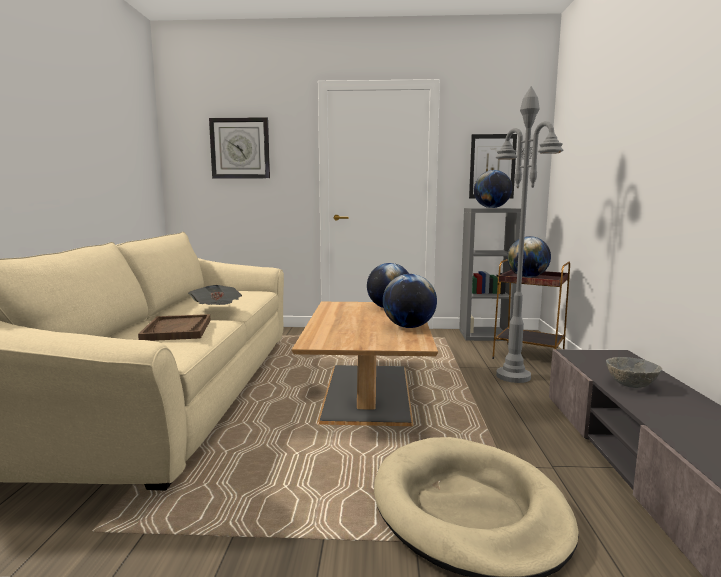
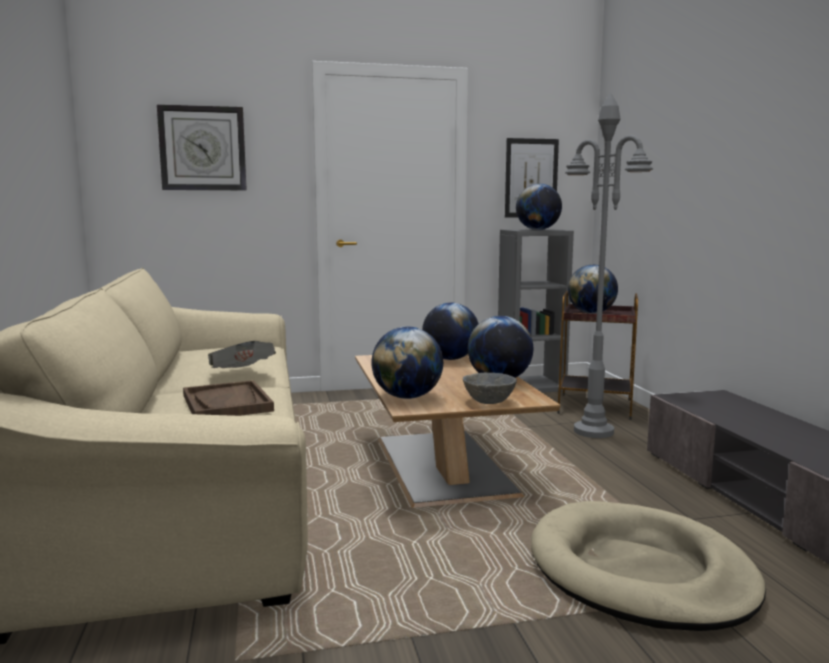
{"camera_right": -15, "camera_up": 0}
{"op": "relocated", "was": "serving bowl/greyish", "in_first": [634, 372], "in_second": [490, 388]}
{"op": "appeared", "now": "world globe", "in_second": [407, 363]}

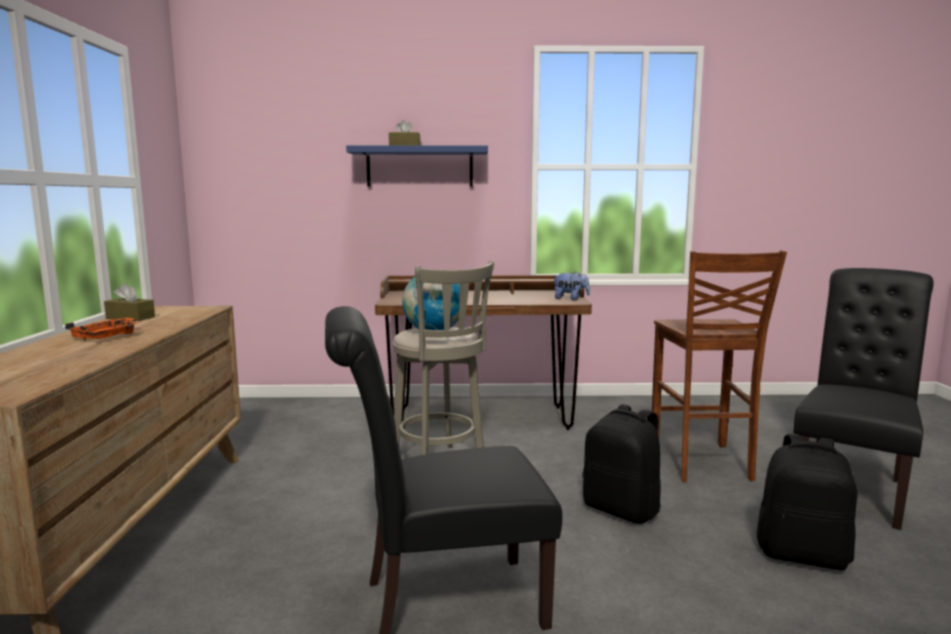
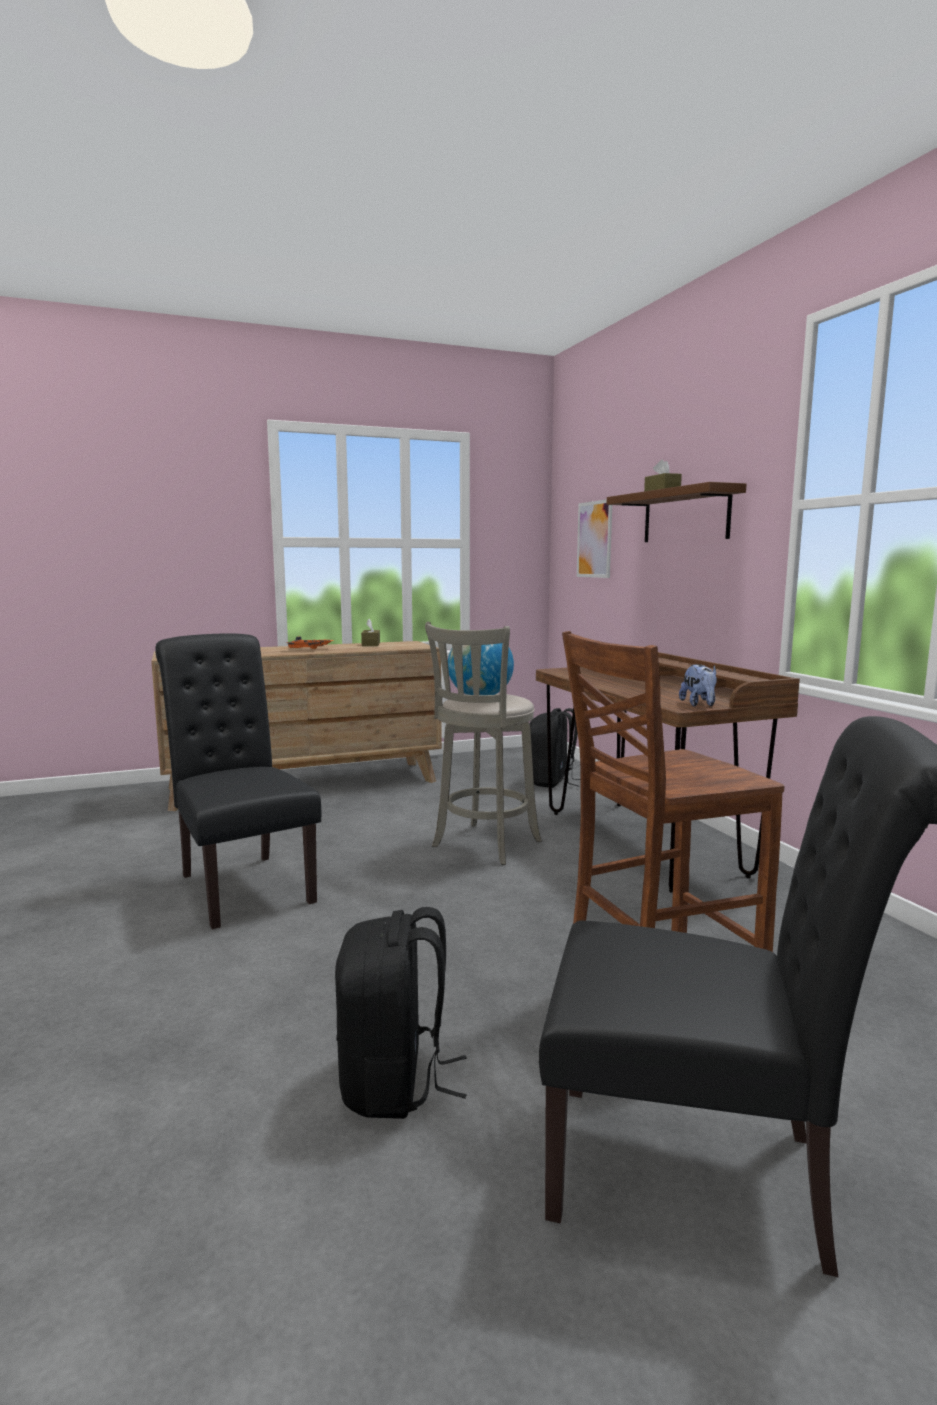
{"camera_right": 70, "camera_up": 0}
{"op": "colour", "was": "bracket shelf/bluish", "now": "bracket shelf/brown", "in_first": [417, 166], "in_second": [677, 512]}
{"op": "relocated", "was": "rucksack/black", "in_first": [622, 464], "in_second": [555, 748]}
{"op": "appeared", "now": "picture", "in_second": [594, 538]}

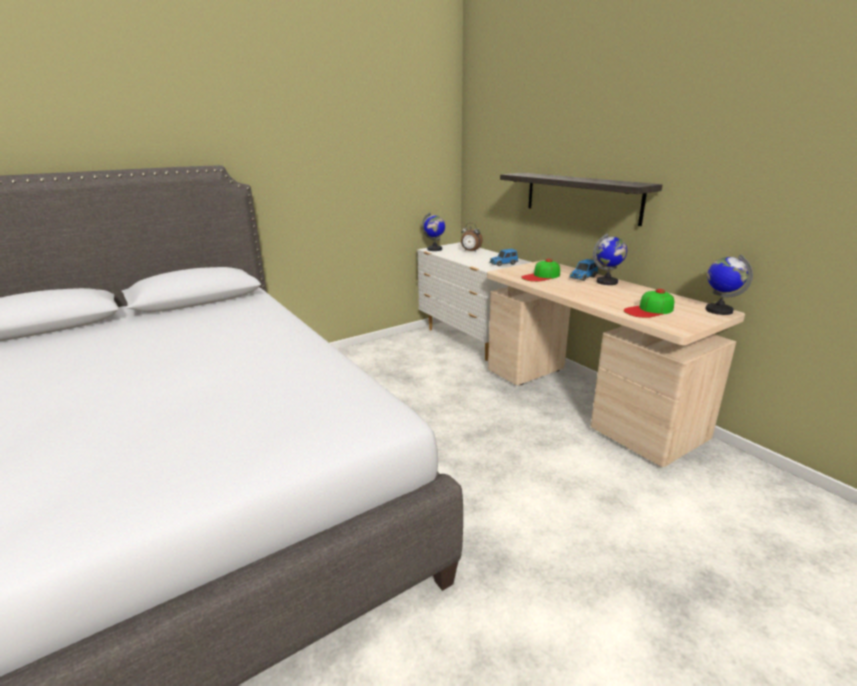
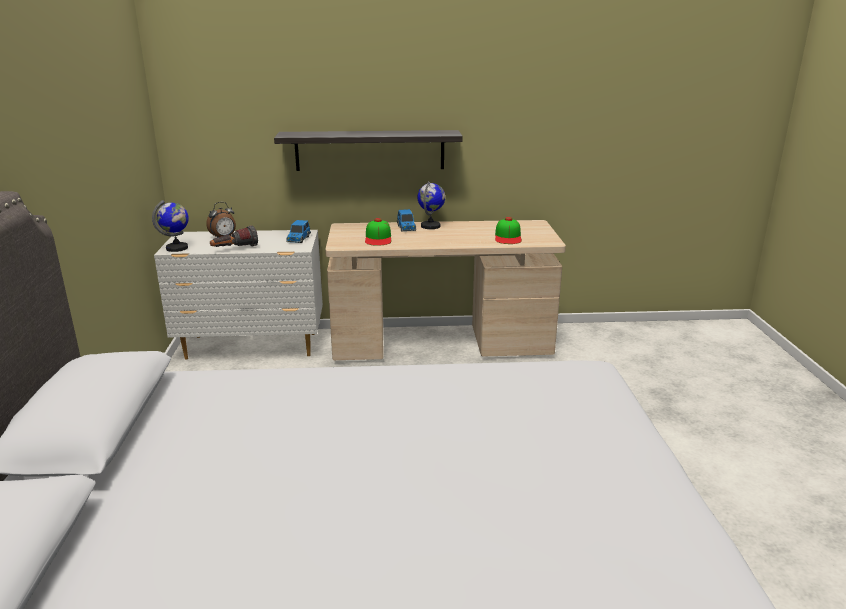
{"camera_right": -60, "camera_up": 0}
{"op": "missing", "was": "world globe", "in_first": [729, 285]}
{"op": "appeared", "now": "hand torch", "in_second": [234, 236]}

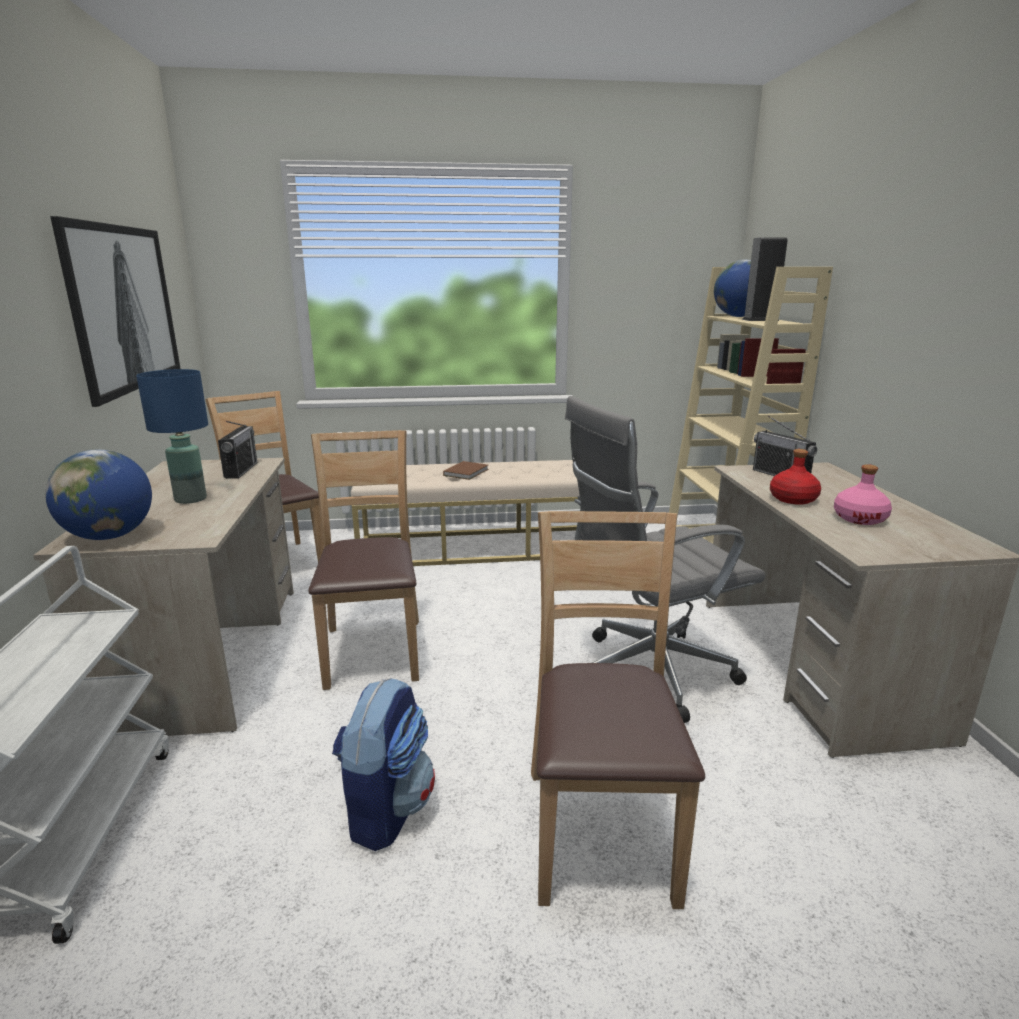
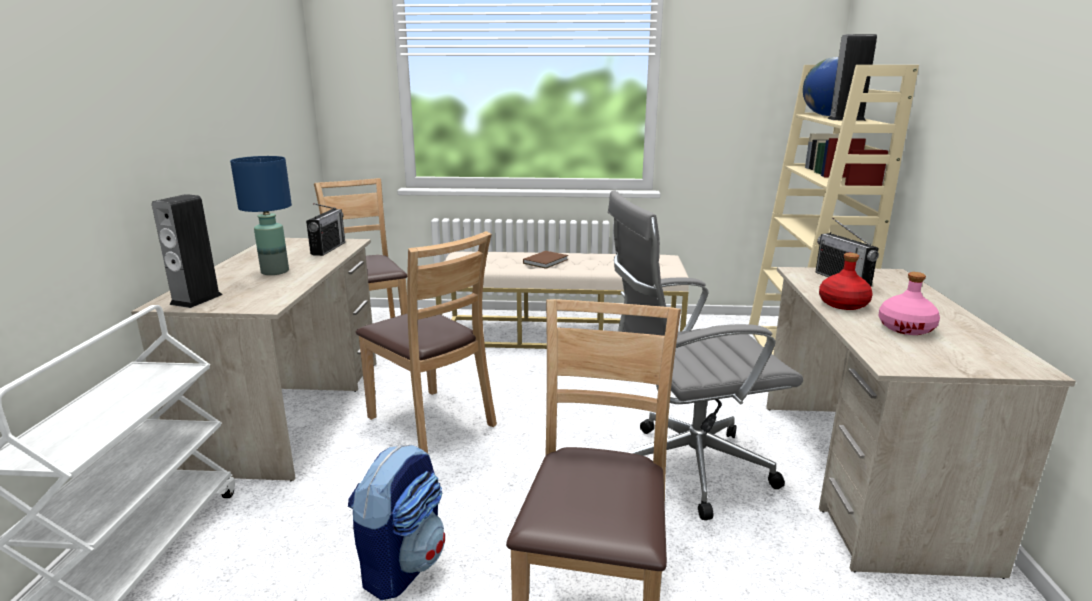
{"camera_right": 10, "camera_up": 0}
{"op": "exchanged", "was": "world globe", "now": "audio speaker", "in_first": [98, 495], "in_second": [187, 251]}
{"op": "missing", "was": "picture", "in_first": [115, 311]}
{"op": "spun", "was": "chair/brown", "in_first": [363, 560], "in_second": [426, 342], "clockwise": 135}

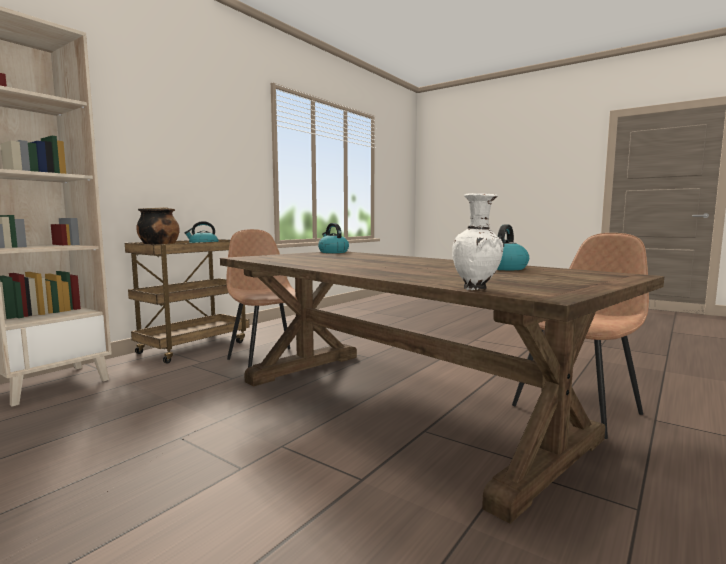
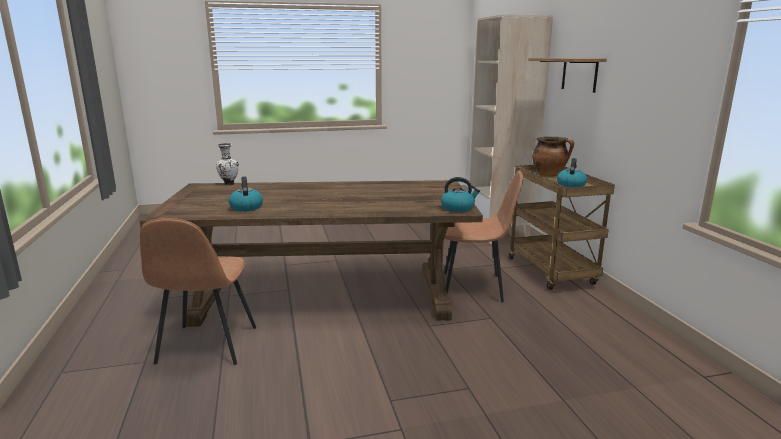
{"camera_right": 130, "camera_up": 10}
{"op": "appeared", "now": "bracket shelf", "in_second": [567, 75]}

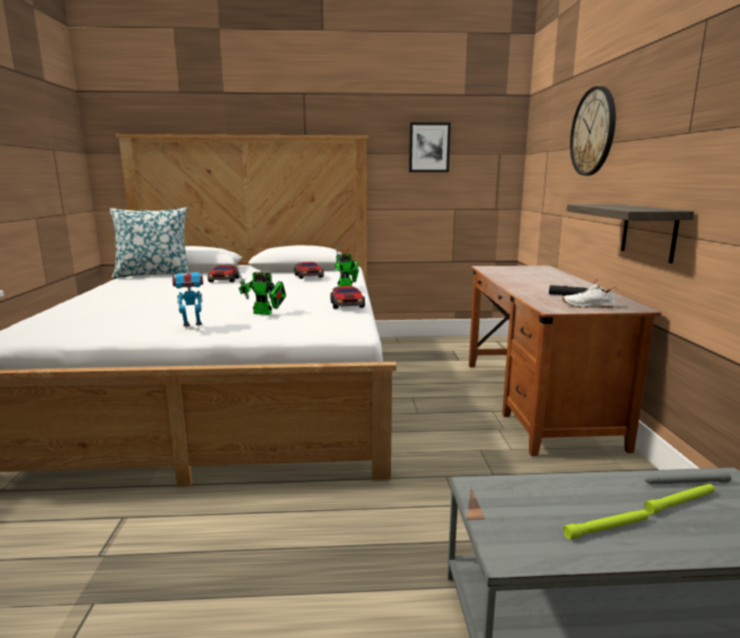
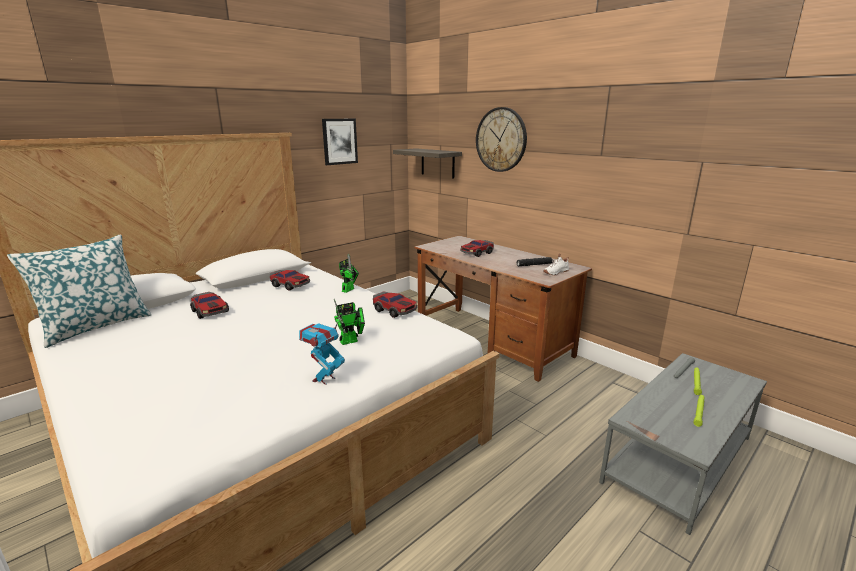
{"camera_right": -40, "camera_up": 5}
{"op": "relocated", "was": "bracket shelf", "in_first": [630, 234], "in_second": [427, 163]}
{"op": "appeared", "now": "miniature car", "in_second": [477, 248]}

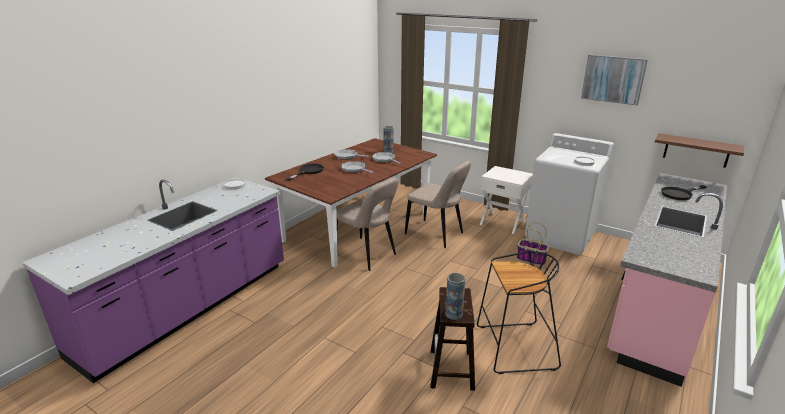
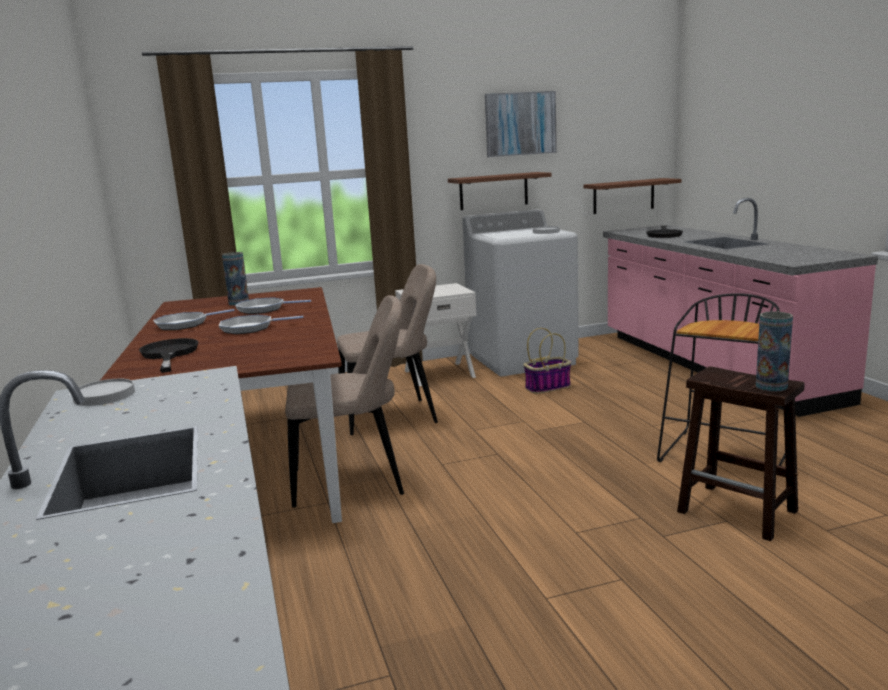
{"camera_right": -50, "camera_up": -10}
{"op": "appeared", "now": "bracket shelf/brown", "in_second": [499, 191]}

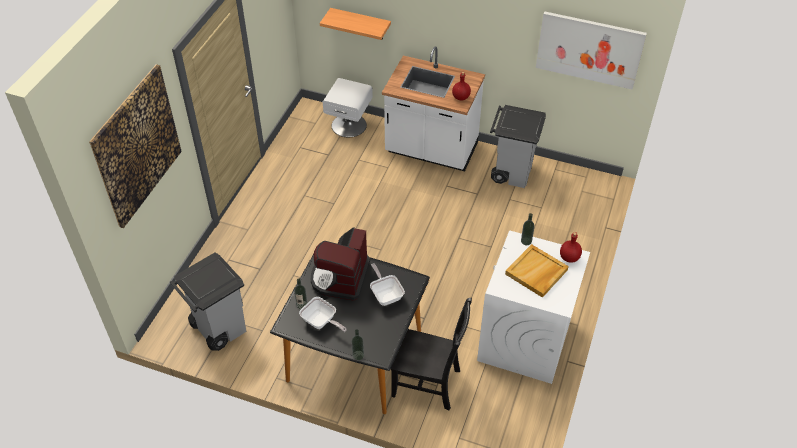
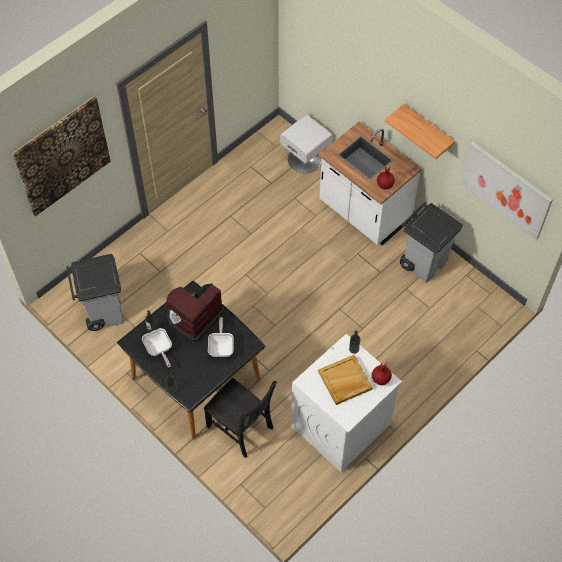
{"camera_right": 25, "camera_up": 10}
{"op": "relocated", "was": "bracket shelf", "in_first": [355, 24], "in_second": [420, 131]}

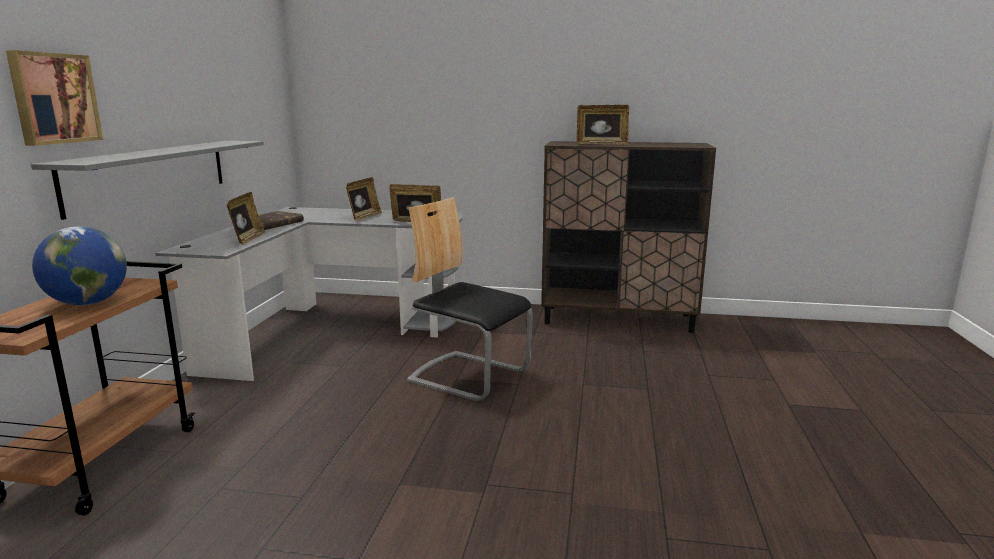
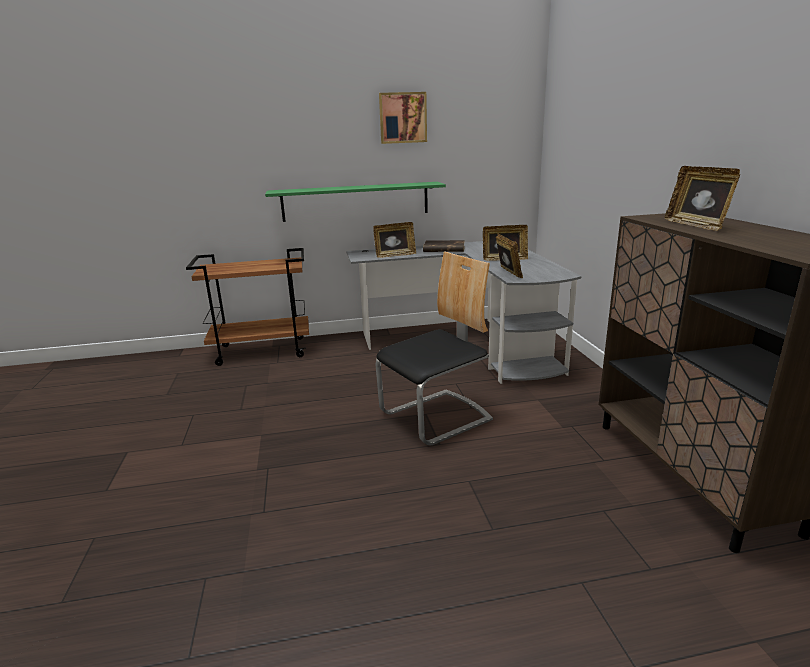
{"camera_right": 70, "camera_up": 5}
{"op": "relocated", "was": "picture", "in_first": [54, 98], "in_second": [403, 118]}
{"op": "colour", "was": "bracket shelf/greyish", "now": "bracket shelf/greenish", "in_first": [147, 180], "in_second": [355, 202]}
{"op": "missing", "was": "world globe", "in_first": [79, 265]}
{"op": "spun", "was": "chair", "in_first": [470, 299], "in_second": [434, 348], "clockwise": 45}

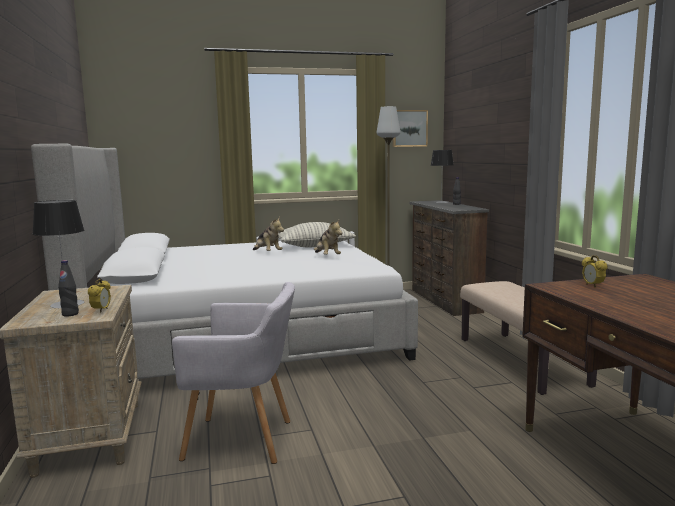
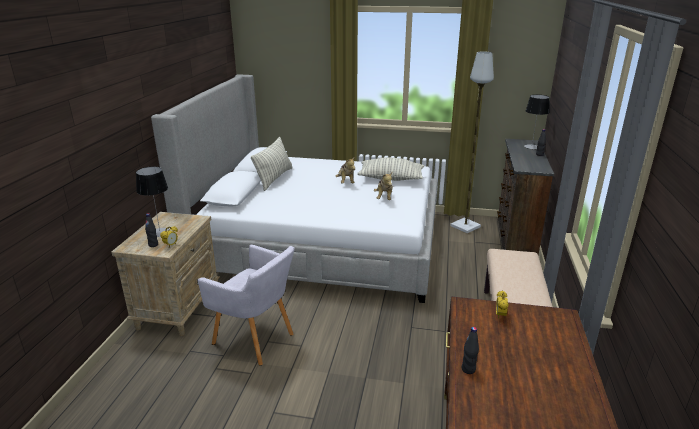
{"camera_right": 25, "camera_up": 15}
{"op": "missing", "was": "picture", "in_first": [410, 128]}
{"op": "appeared", "now": "cushion", "in_second": [271, 164]}
{"op": "appeared", "now": "bottle/black", "in_second": [470, 350]}

